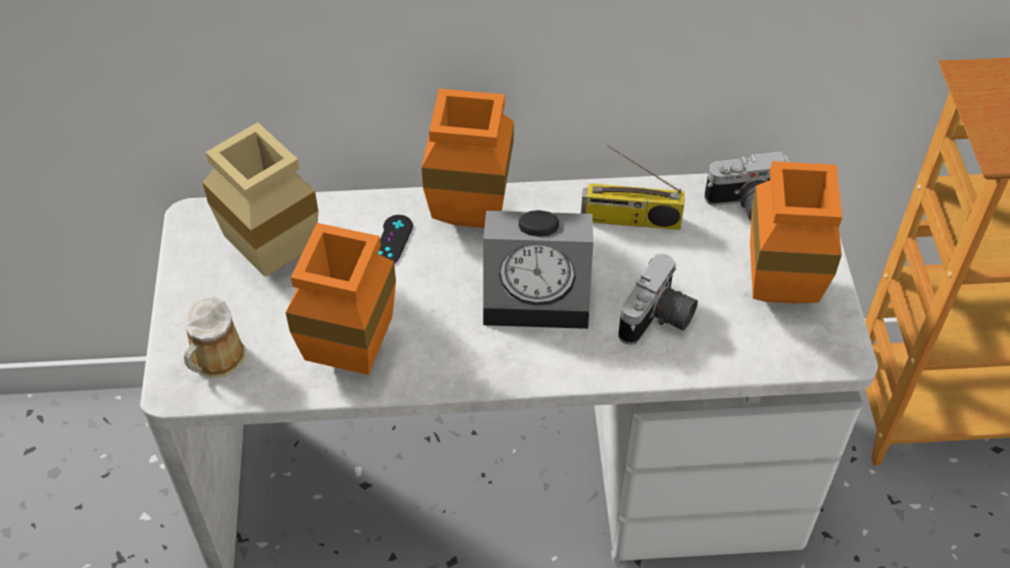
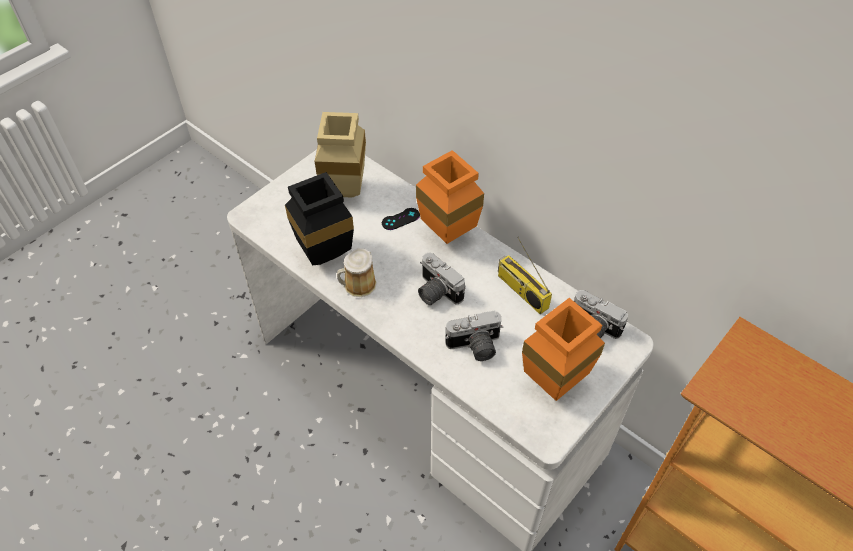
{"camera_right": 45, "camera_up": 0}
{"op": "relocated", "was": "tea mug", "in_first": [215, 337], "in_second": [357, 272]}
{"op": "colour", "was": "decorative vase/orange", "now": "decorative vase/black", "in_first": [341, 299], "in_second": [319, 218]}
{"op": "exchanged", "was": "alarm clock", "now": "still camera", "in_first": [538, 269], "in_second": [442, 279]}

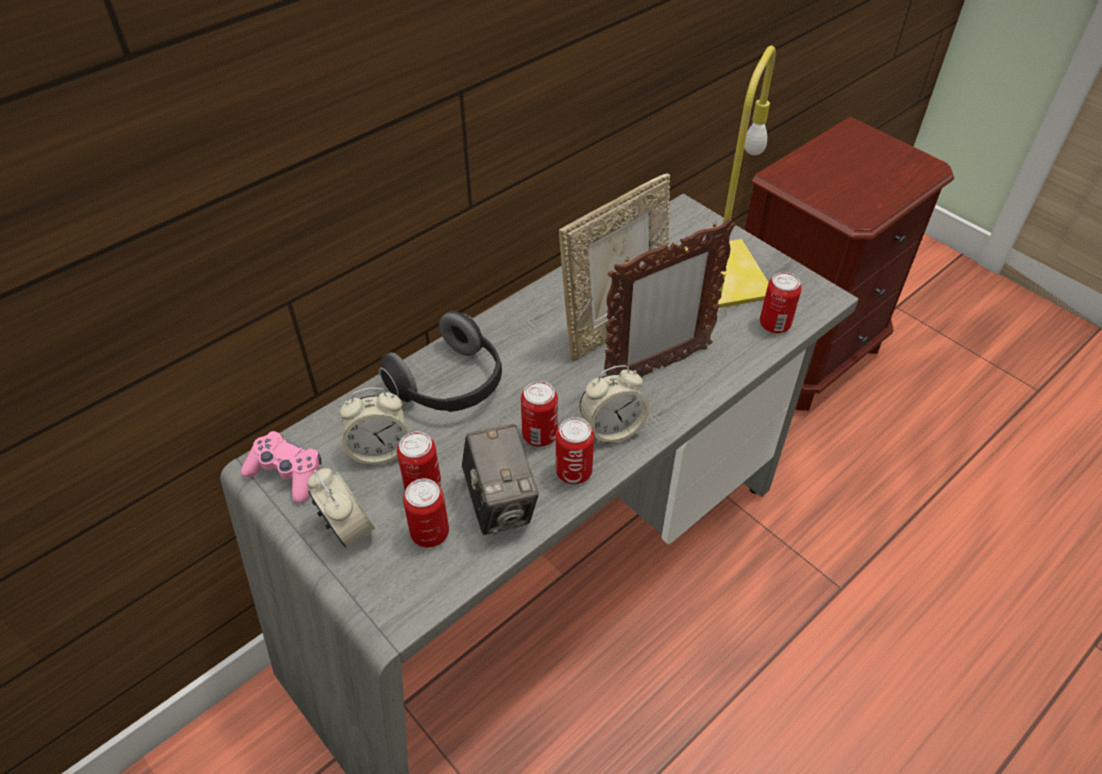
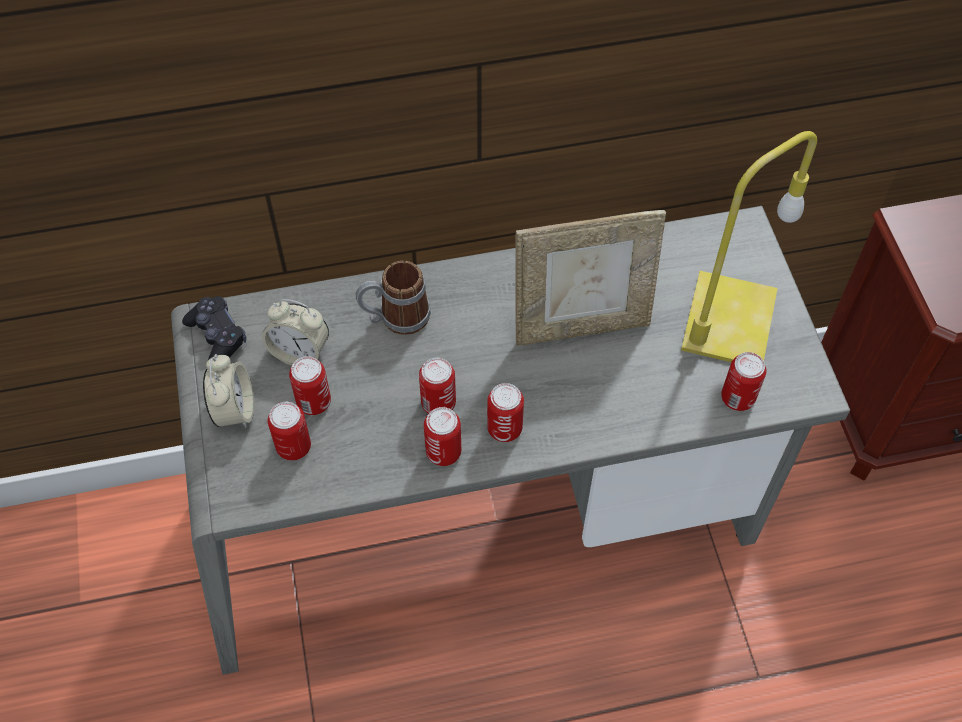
{"camera_right": 30, "camera_up": 10}
{"op": "colour", "was": "joypad/pink", "now": "joypad/black", "in_first": [281, 467], "in_second": [214, 328]}
{"op": "exchanged", "was": "headset", "now": "tea mug", "in_first": [440, 361], "in_second": [393, 298]}
{"op": "missing", "was": "still camera", "in_first": [500, 479]}
{"op": "exchanged", "was": "alarm clock", "now": "can", "in_first": [614, 404], "in_second": [505, 412]}
{"op": "missing", "was": "photo frame", "in_first": [670, 297]}

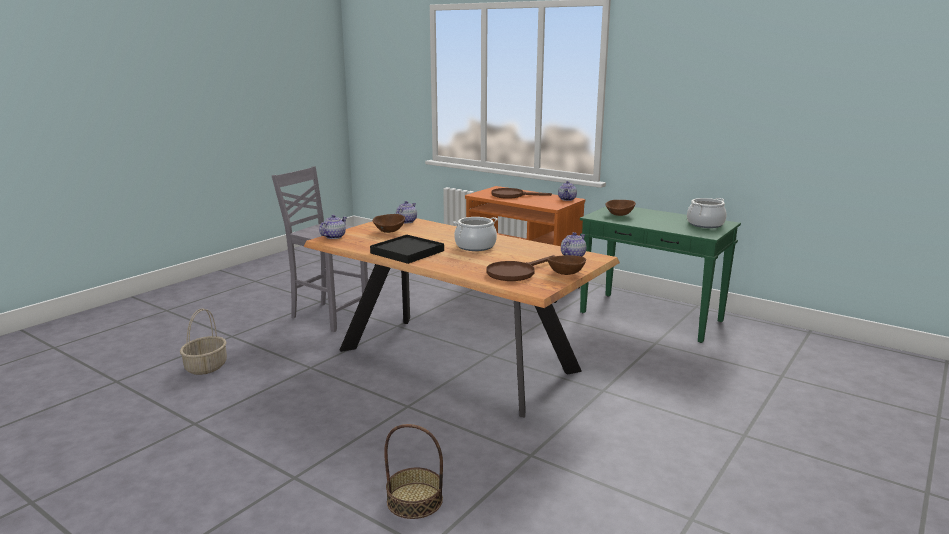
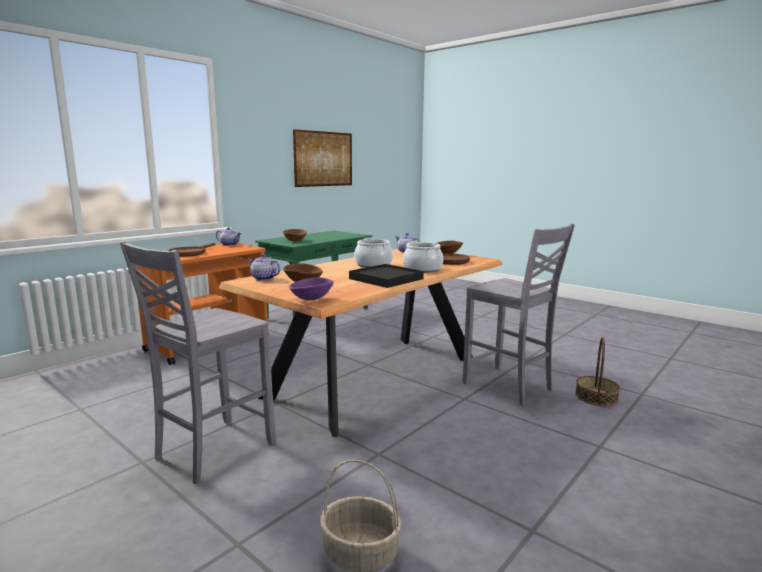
{"camera_right": -85, "camera_up": -5}
{"op": "exchanged", "was": "teapot", "now": "serving bowl/purplish", "in_first": [333, 227], "in_second": [311, 288]}
{"op": "relocated", "was": "saucepot", "in_first": [707, 213], "in_second": [423, 257]}
{"op": "appeared", "now": "picture", "in_second": [322, 158]}
{"op": "appeared", "now": "chair/greyish", "in_second": [519, 315]}

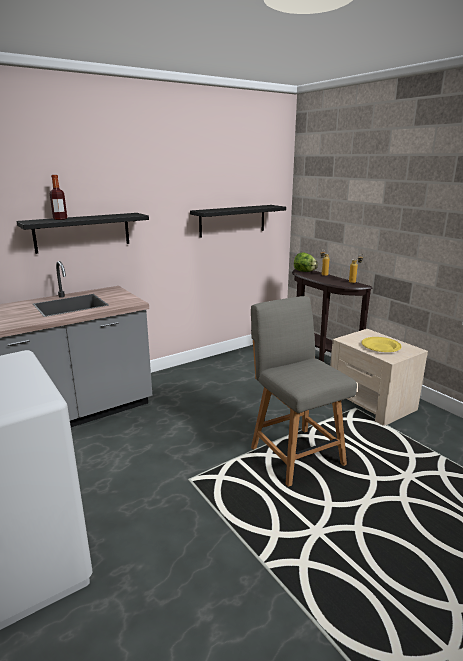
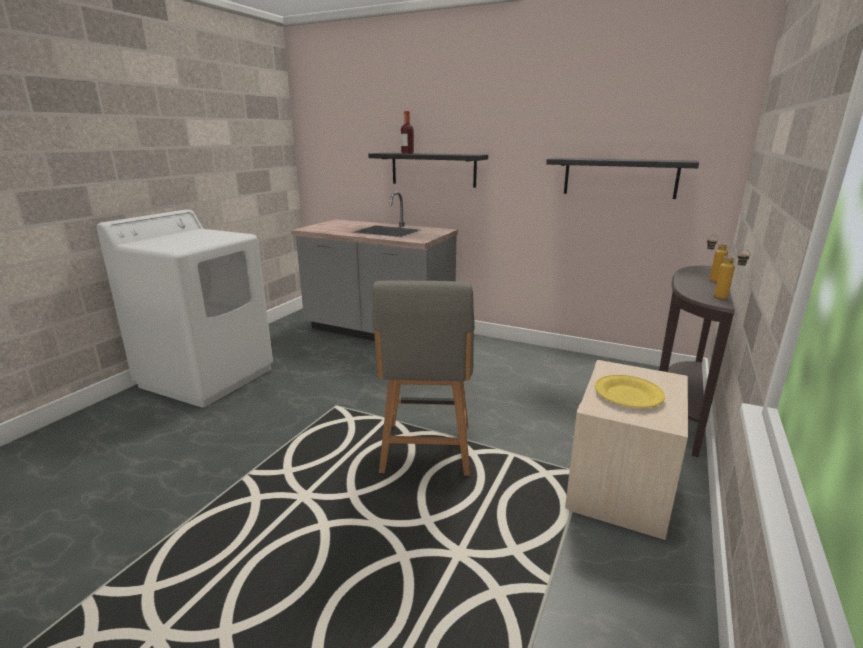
{"camera_right": 60, "camera_up": 0}
{"op": "spun", "was": "chair/greyish", "in_first": [304, 391], "in_second": [423, 378], "clockwise": 150}
{"op": "missing", "was": "lettuce", "in_first": [306, 262]}

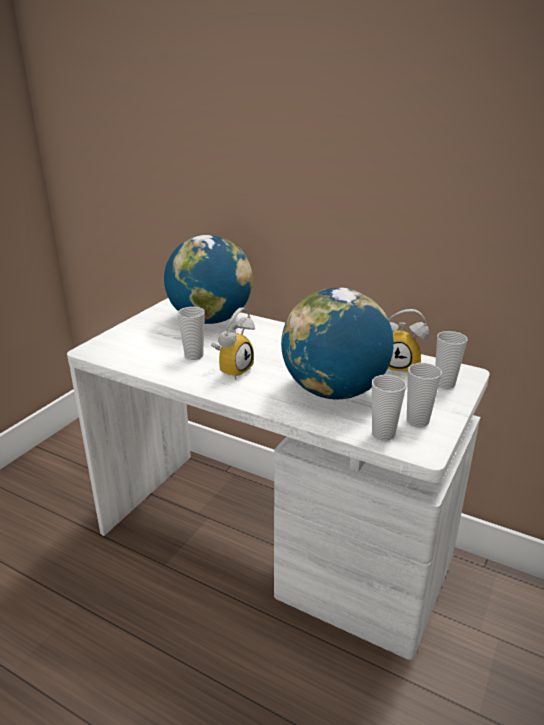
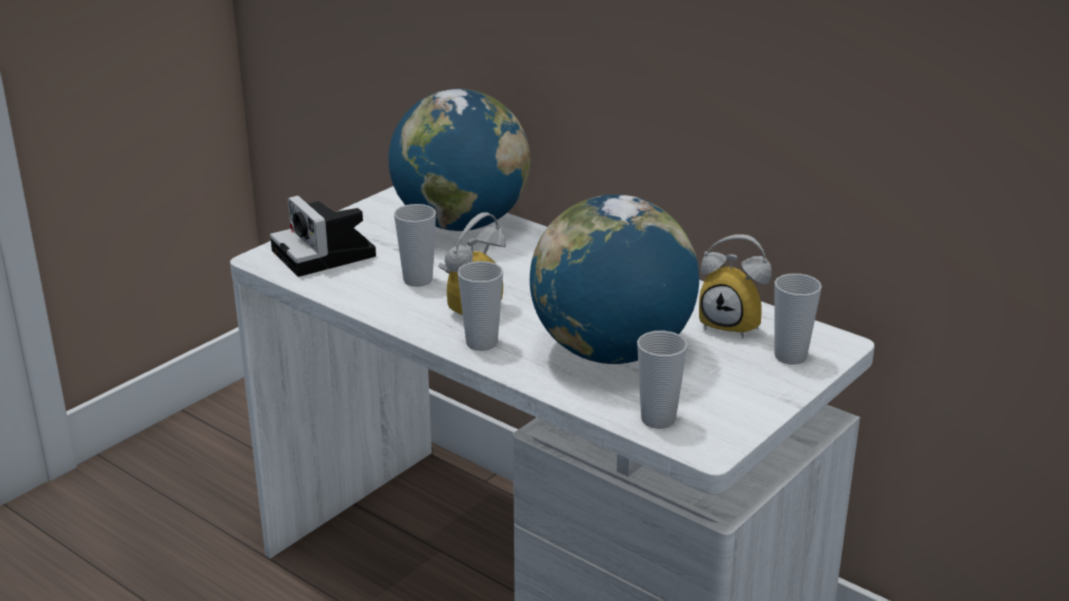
{"camera_right": 10, "camera_up": 0}
{"op": "relocated", "was": "small cup", "in_first": [424, 395], "in_second": [480, 306]}
{"op": "appeared", "now": "still camera", "in_second": [323, 236]}

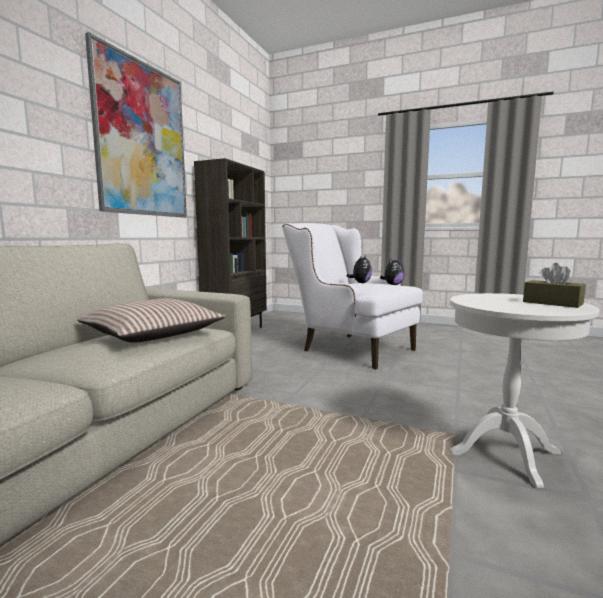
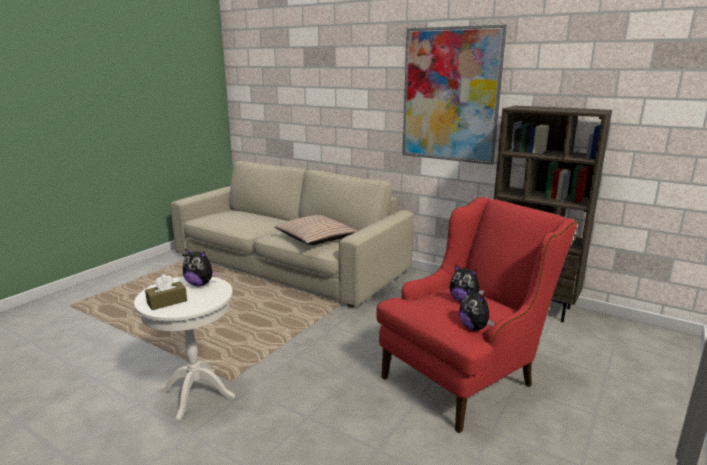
{"camera_right": 100, "camera_up": 10}
{"op": "colour", "was": "easy chair/whitish", "now": "easy chair/reddish", "in_first": [352, 296], "in_second": [476, 315]}
{"op": "appeared", "now": "plush toy", "in_second": [200, 267]}

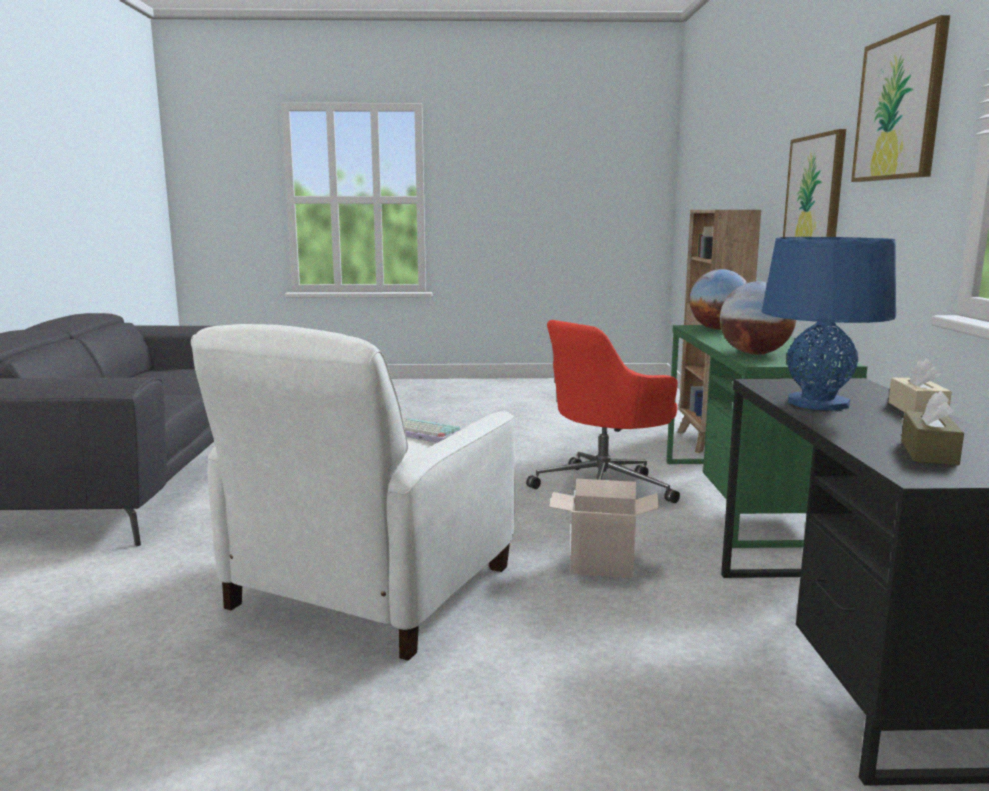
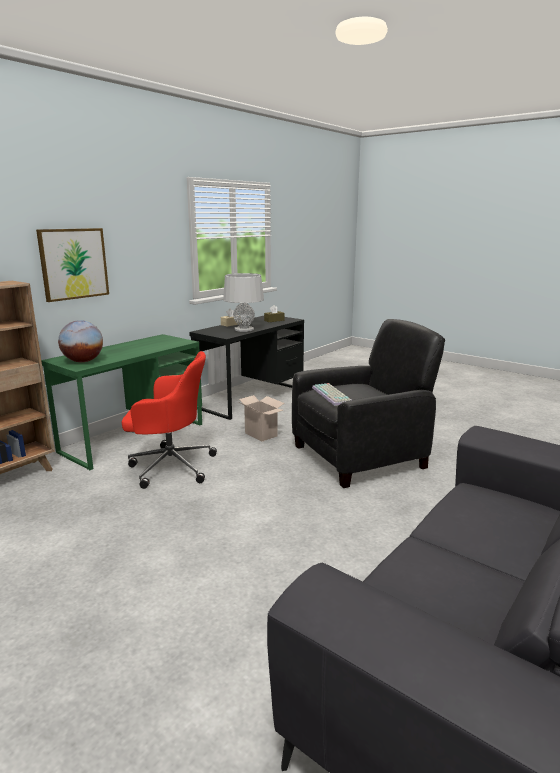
{"camera_right": -140, "camera_up": 5}
{"op": "colour", "was": "easy chair/whitish", "now": "easy chair/black", "in_first": [353, 492], "in_second": [368, 403]}
{"op": "missing", "was": "world globe", "in_first": [758, 318]}
{"op": "colour", "was": "lamp for a table/bluish", "now": "lamp for a table/greyish", "in_first": [829, 323], "in_second": [243, 302]}
{"op": "missing", "was": "picture", "in_first": [900, 98]}

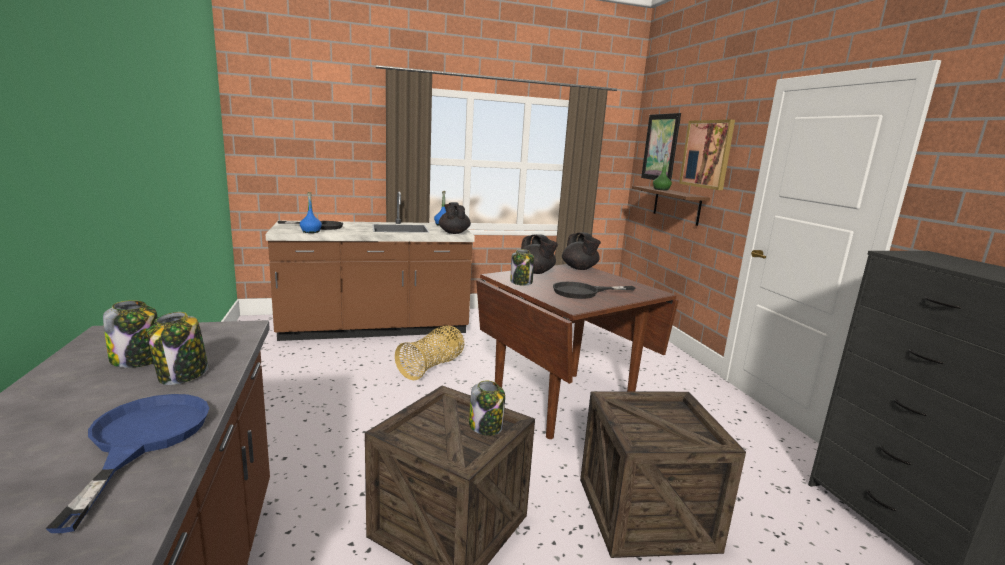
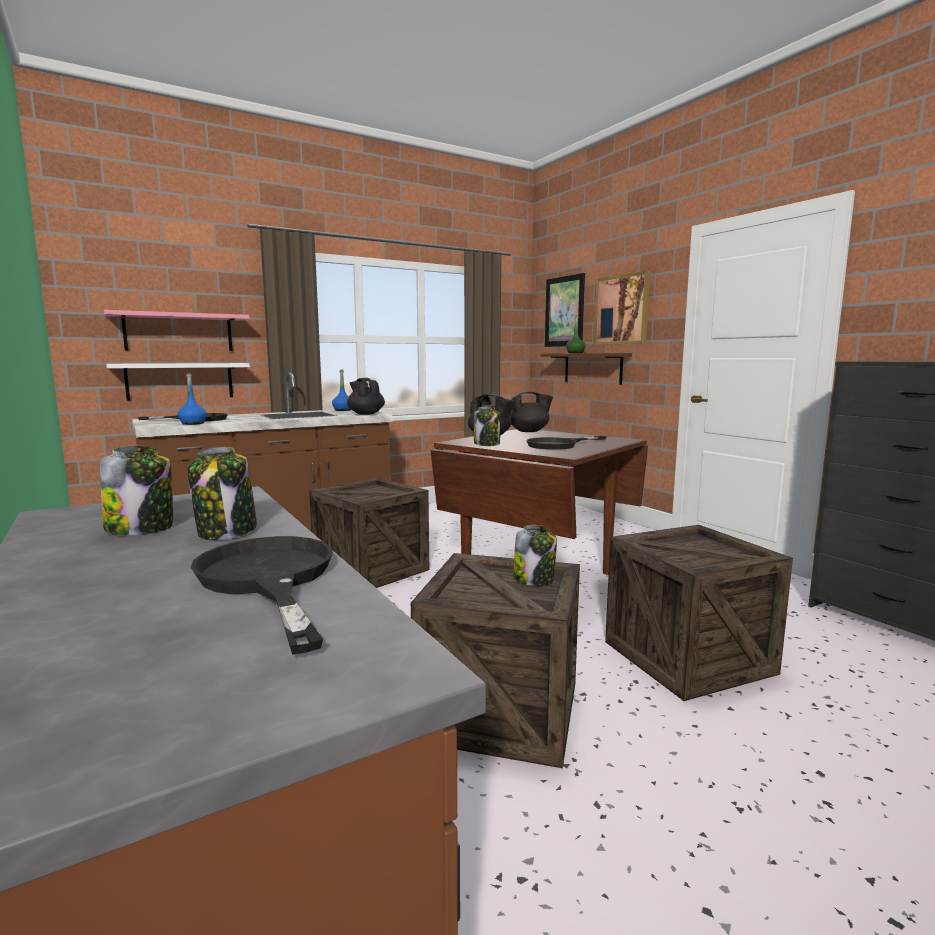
{"camera_right": -15, "camera_up": -5}
{"op": "colour", "was": "frying pan/bluish", "now": "frying pan/black", "in_first": [127, 463], "in_second": [262, 595]}
{"op": "exchanged", "was": "household basket", "now": "packing crate", "in_first": [429, 352], "in_second": [369, 533]}
{"op": "spun", "was": "teapot/black", "in_first": [581, 251], "in_second": [531, 412], "clockwise": -60}
{"op": "appeared", "now": "bracket shelf/pink", "in_second": [176, 330]}
{"op": "appeared", "now": "bracket shelf/whitish", "in_second": [178, 382]}

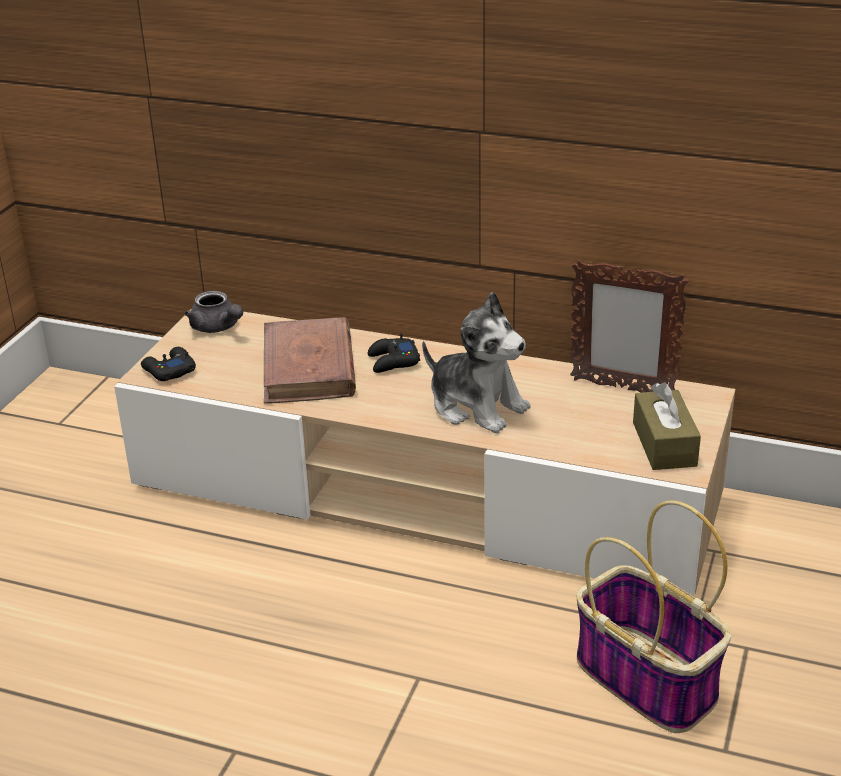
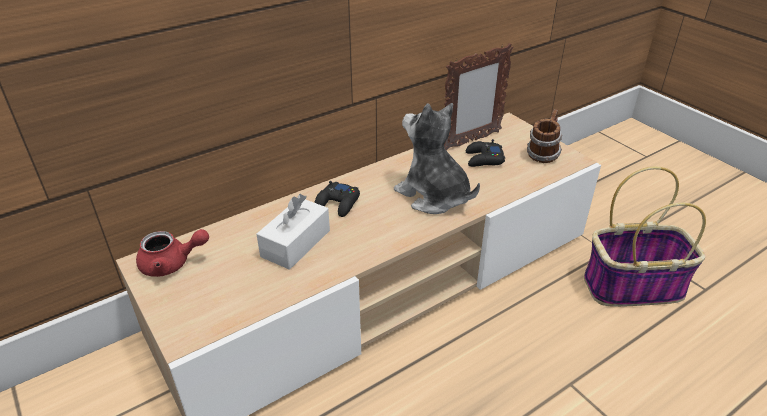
{"camera_right": -55, "camera_up": 5}
{"op": "relocated", "was": "joypad/black", "in_first": [168, 364], "in_second": [485, 153]}
{"op": "colour", "was": "teapot/greyish", "now": "teapot/reddish", "in_first": [213, 312], "in_second": [172, 253]}
{"op": "exchanged", "was": "volume/brown", "now": "tissue holder/whitish", "in_first": [310, 360], "in_second": [293, 232]}
{"op": "spun", "was": "plush toy", "in_first": [476, 362], "in_second": [437, 158], "clockwise": -120}
{"op": "exchanged", "was": "tissue holder/brown", "now": "tea mug", "in_first": [667, 426], "in_second": [545, 136]}

